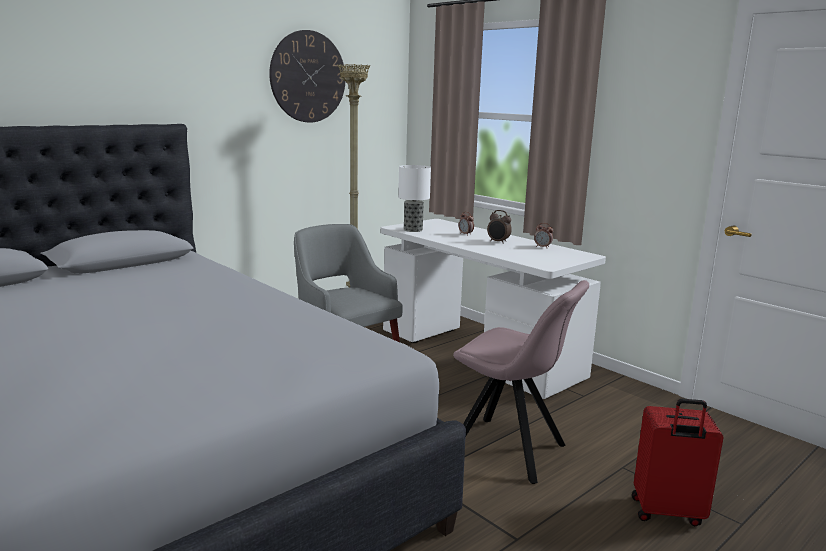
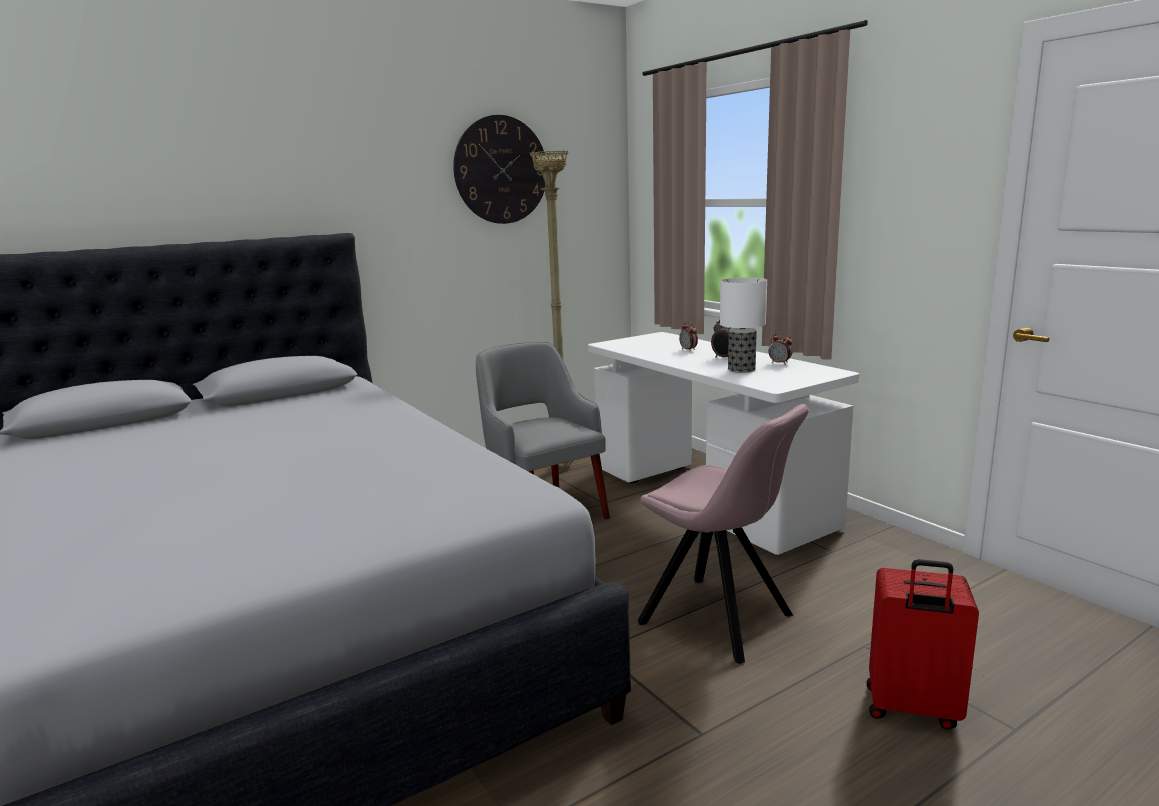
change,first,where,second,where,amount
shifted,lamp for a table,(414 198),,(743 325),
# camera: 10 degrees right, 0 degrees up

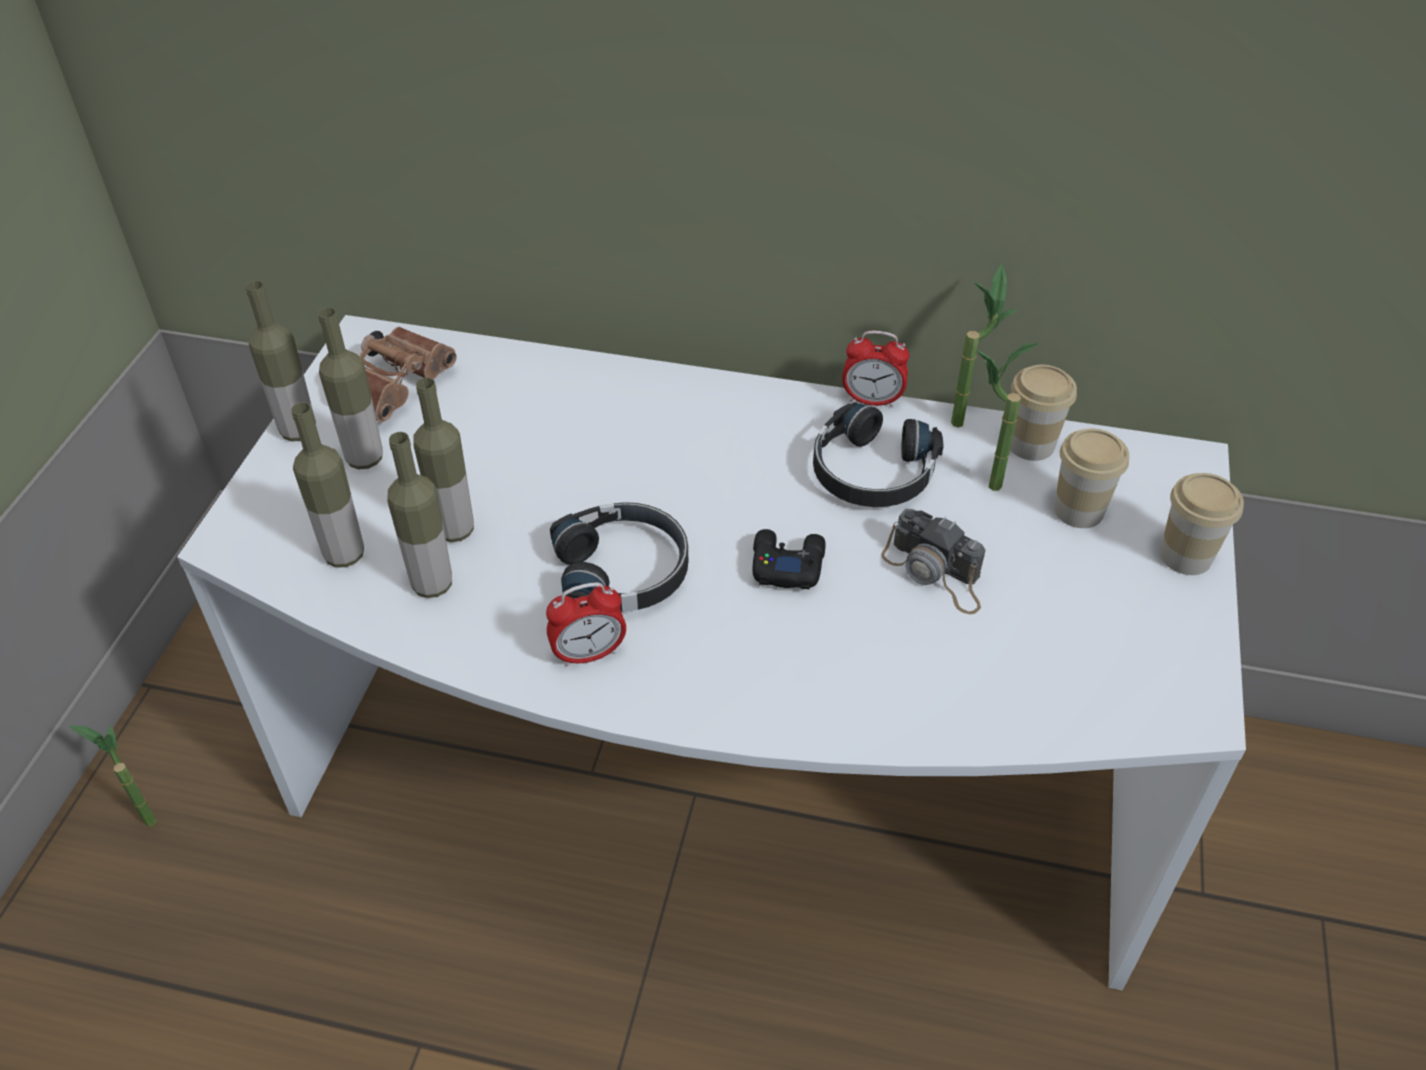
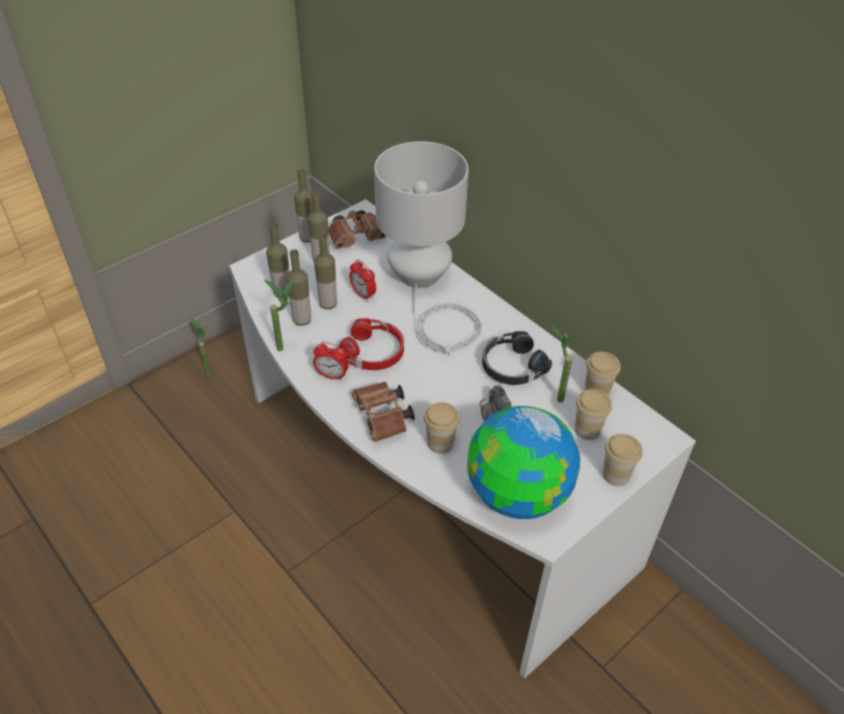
change,first,where,second,where,amount
shifted,houseplant,(984 345),,(279 315),
repainted,headset (black),(619 557),headset (red-coloured),(371 344),
shifted,table clock,(875 369),,(362 280),
new,,,binoculars (brownish),(383 412),
new,,,lamp for a table (white),(428 248),
new,,,cup,(442 428),
new,,,globe,(523 462),
gone,gamepad (black),(789 559),,,
# camera: 35 degrees right, 0 degrees up

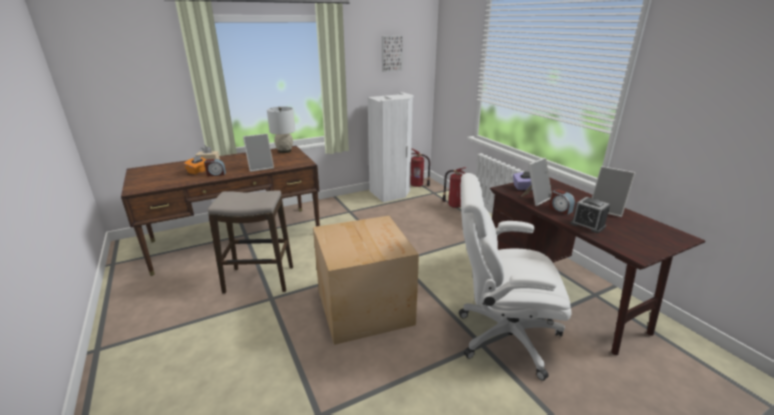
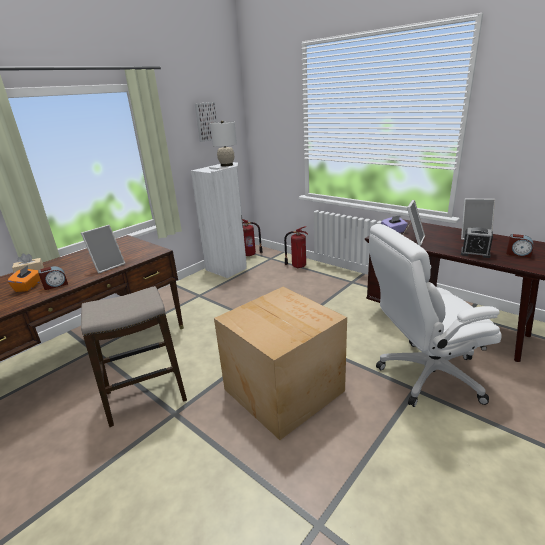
change,first,where,second,where,amount
shifted,lamp for a table (white),(281 130),,(223 143),
shifted,table clock,(562 202),,(519 246),
# camera: 20 degrees left, 0 degrees up

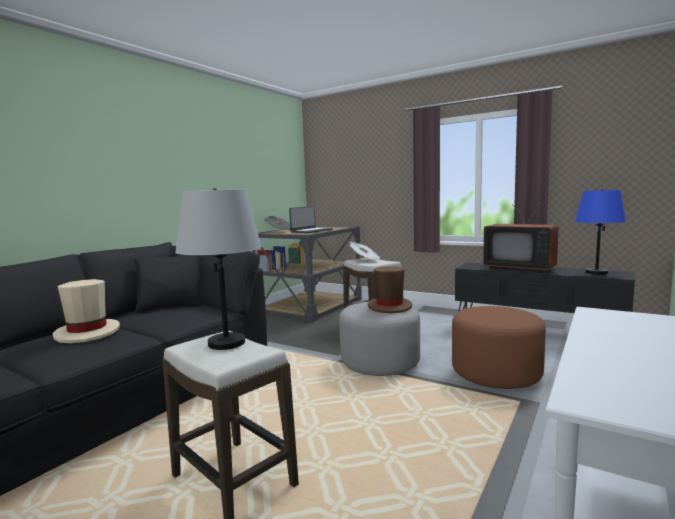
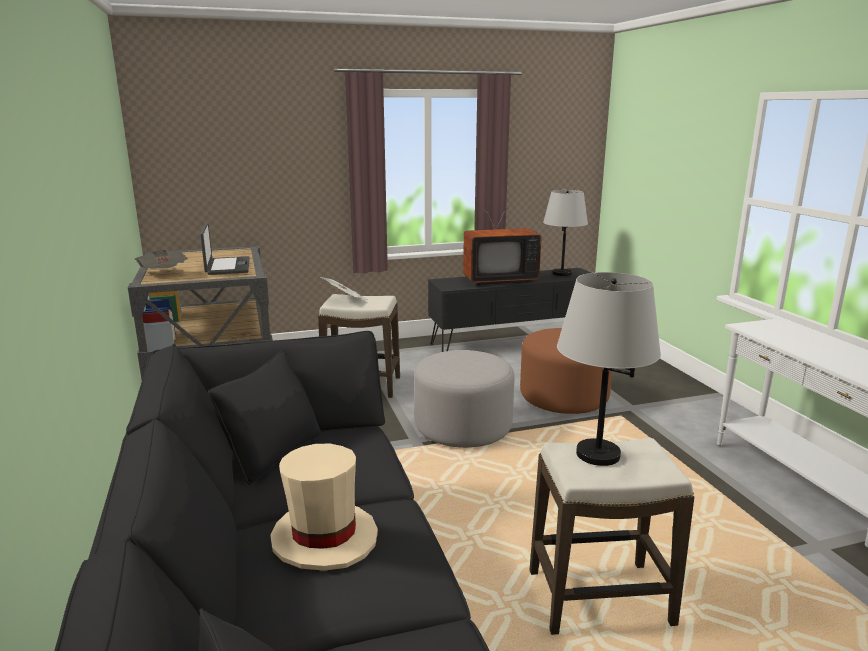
change,first,where,second,where,amount
repainted,lamp for a table (bluish),(600 231),lamp for a table (grey),(565 233),
gone,hat (brownish),(390 289),,,
# camera: 50 degrees left, 10 degrees up

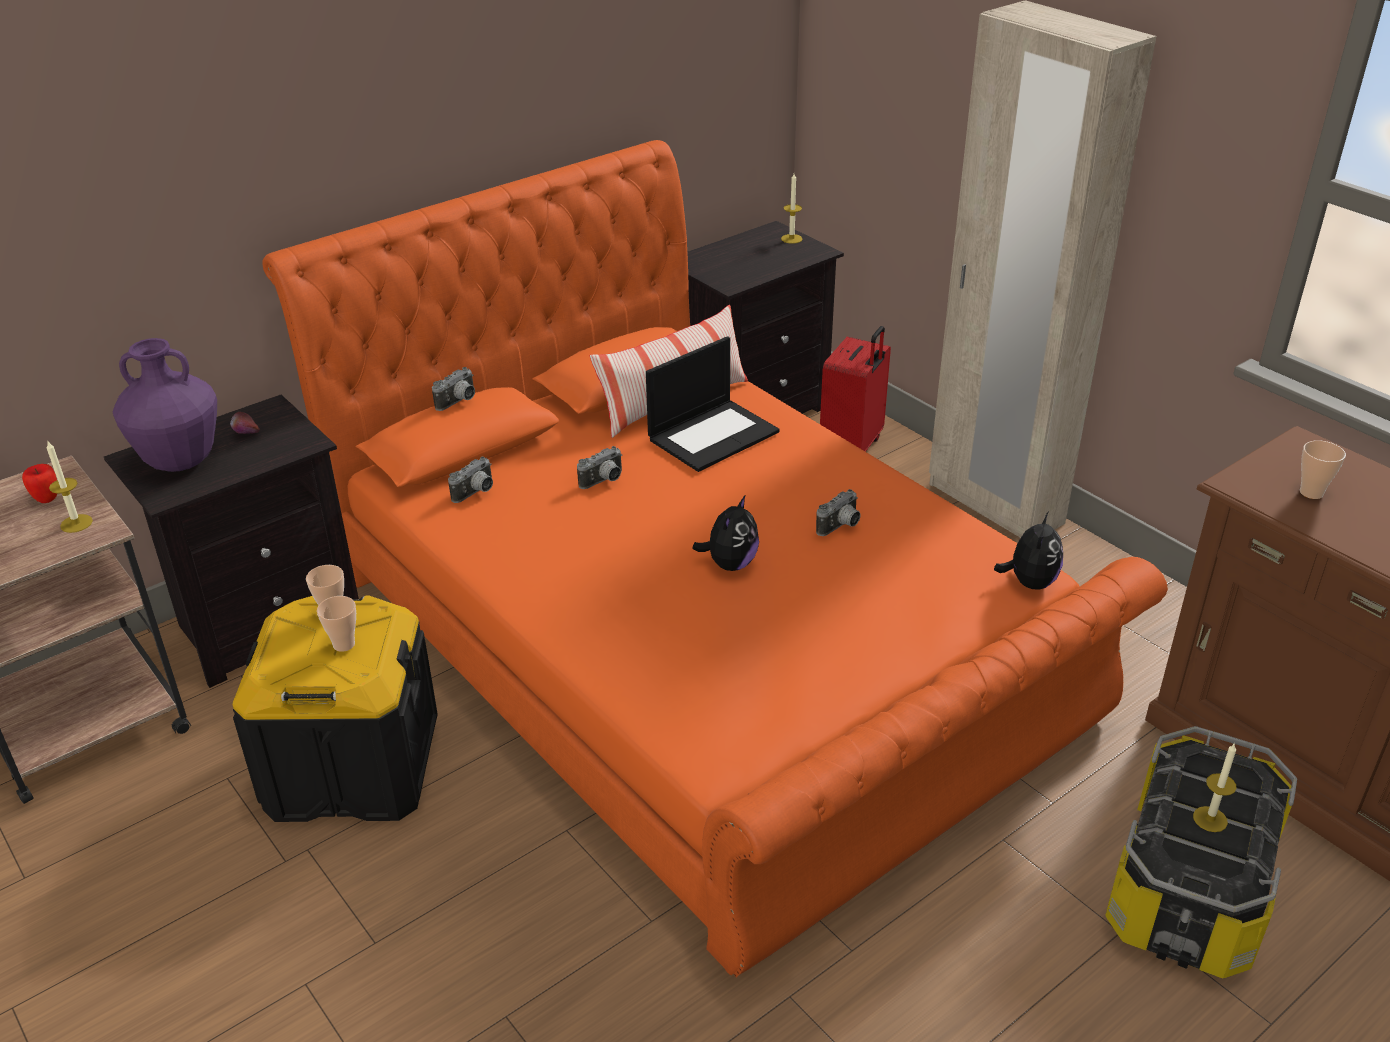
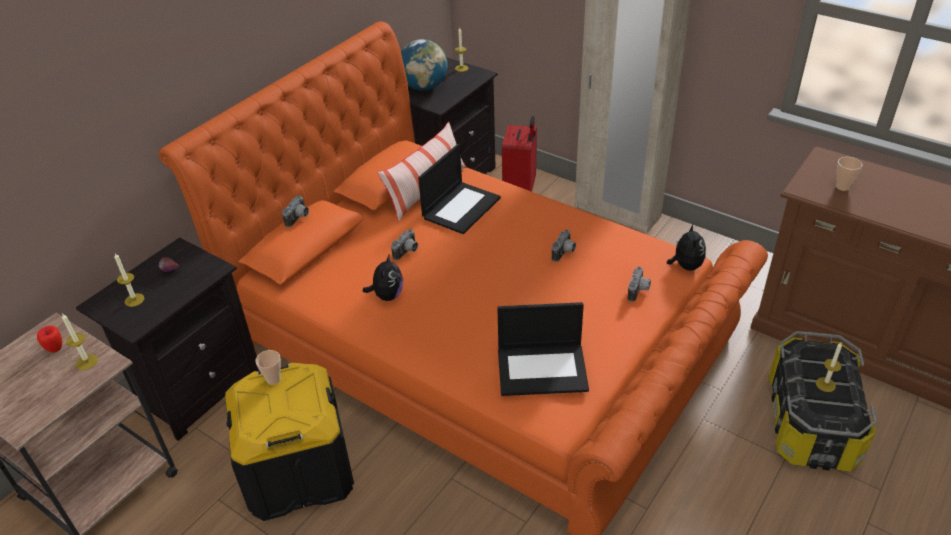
change,first,where,second,where,amount
swapped,vase (purple),(164 405),candle,(129 280),
shifted,cuddly toy,(726 533),,(383 277),
new,,,globe,(424 64),
new,,,laptop,(543 349),
shifted,photo camera,(470 480),,(639 284),
gone,cup,(336 624),,,
# camera: 15 degrees left, 5 degrees up

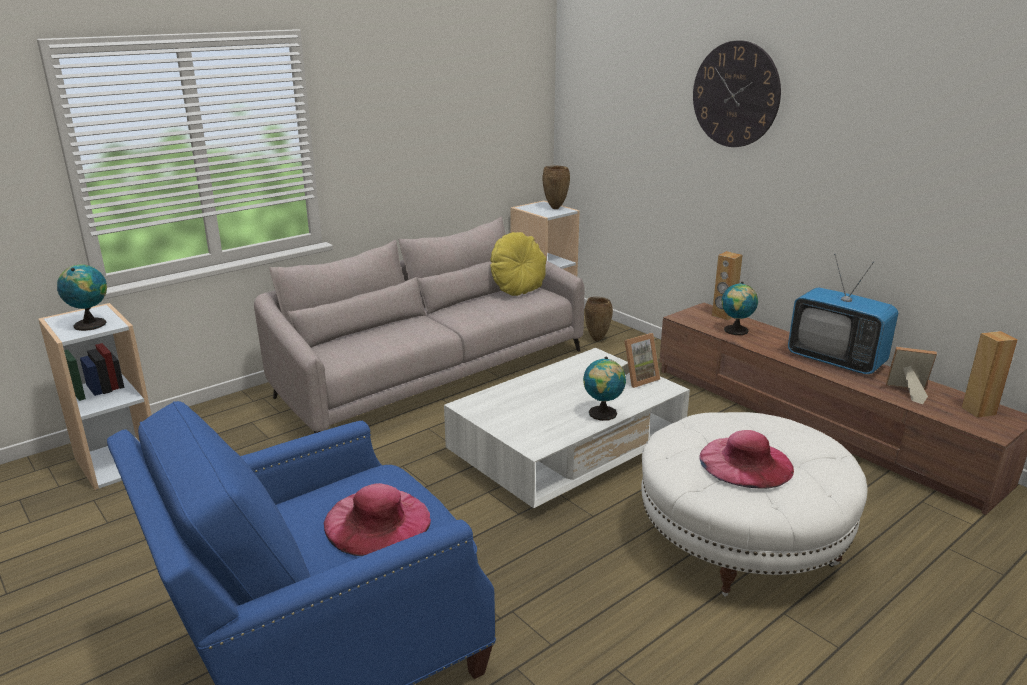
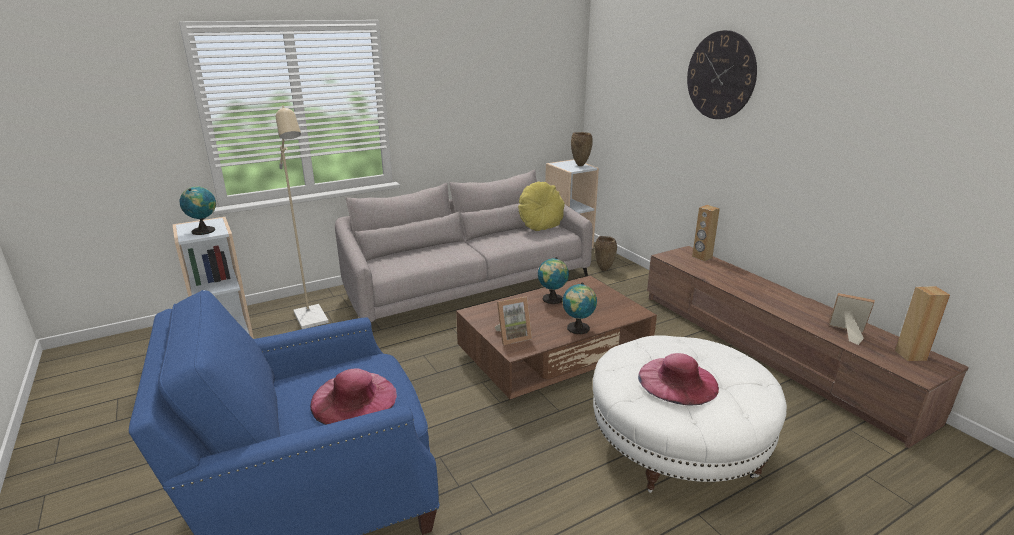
change,first,where,second,where,amount
new,,,standing lamp (sand-coloured),(302 217),
repainted,coffee table (white),(567 428),coffee table (brownish),(556 337),
shifted,photo frame,(640 360),,(513 321),
shifted,globe,(740 308),,(553 280),
gone,TV,(843 314),,,
# camera: 10 degrees right, 0 degrees up

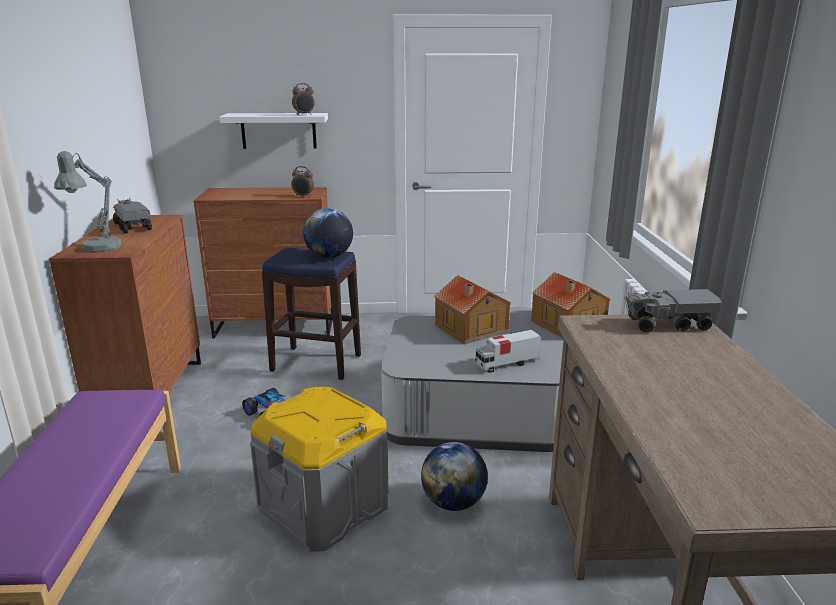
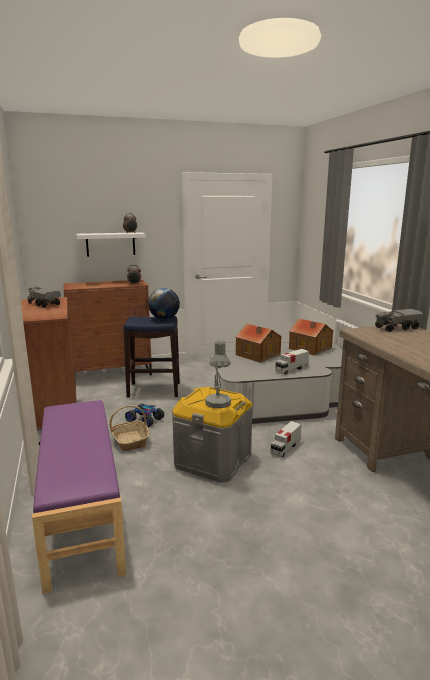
change,first,where,second,where,amount
new,,,storage basket,(129 428),
shifted,lamp for a table (grey),(88 202),,(218 373),
swapped,globe,(454 476),model truck,(285 439),
# camera: 15 degrees left, 5 degrees down

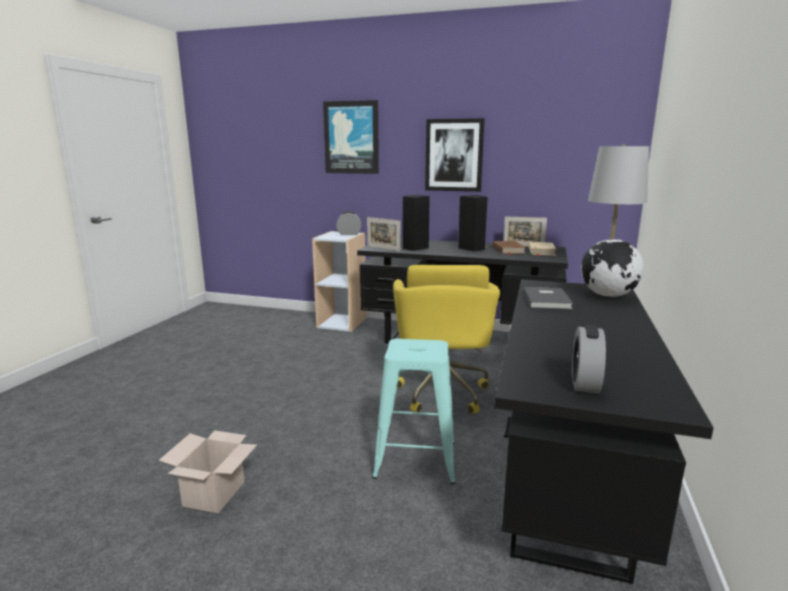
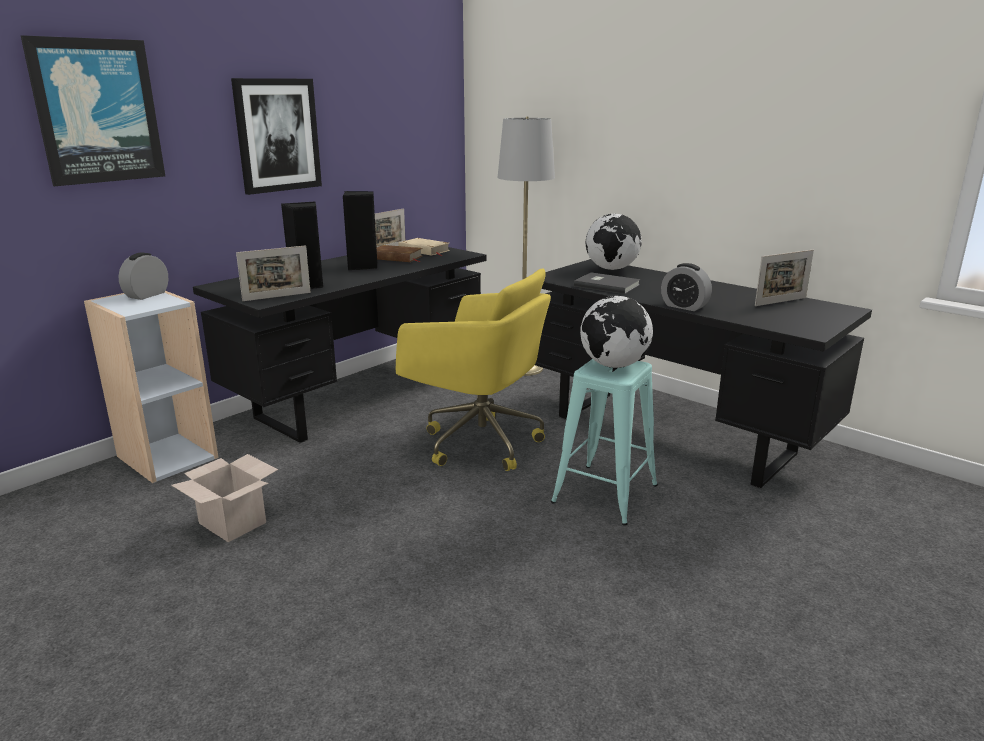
change,first,where,second,where,amount
shifted,cardboard box,(208 471),,(224 498),
new,,,globe,(616 332),
shifted,table clock,(589 358),,(686 287),
new,,,photo frame,(784 278),
# camera: 65 degrees left, 5 degrees up

